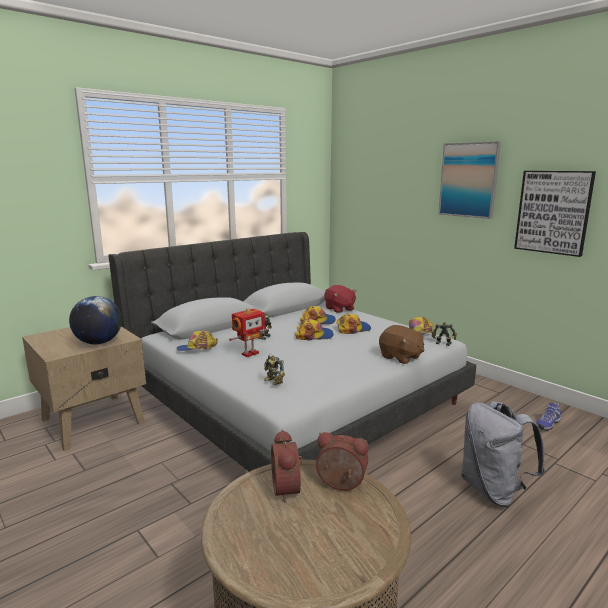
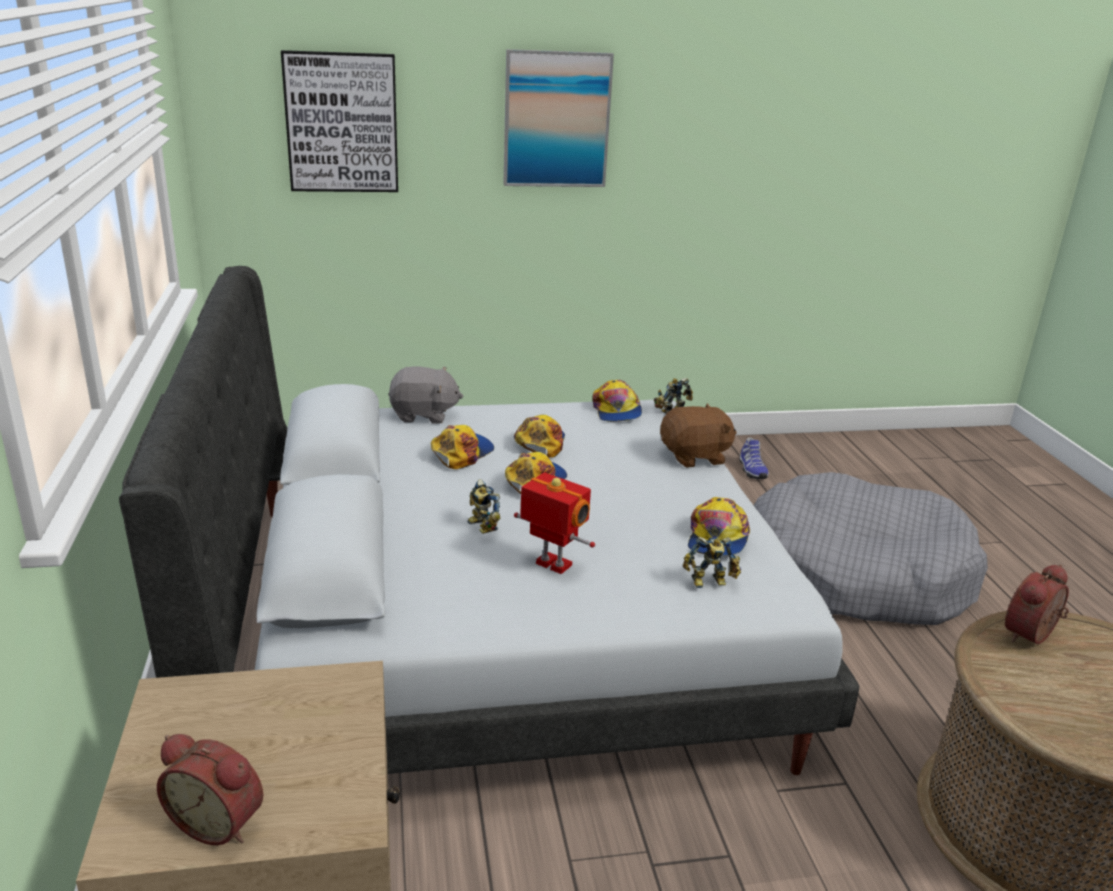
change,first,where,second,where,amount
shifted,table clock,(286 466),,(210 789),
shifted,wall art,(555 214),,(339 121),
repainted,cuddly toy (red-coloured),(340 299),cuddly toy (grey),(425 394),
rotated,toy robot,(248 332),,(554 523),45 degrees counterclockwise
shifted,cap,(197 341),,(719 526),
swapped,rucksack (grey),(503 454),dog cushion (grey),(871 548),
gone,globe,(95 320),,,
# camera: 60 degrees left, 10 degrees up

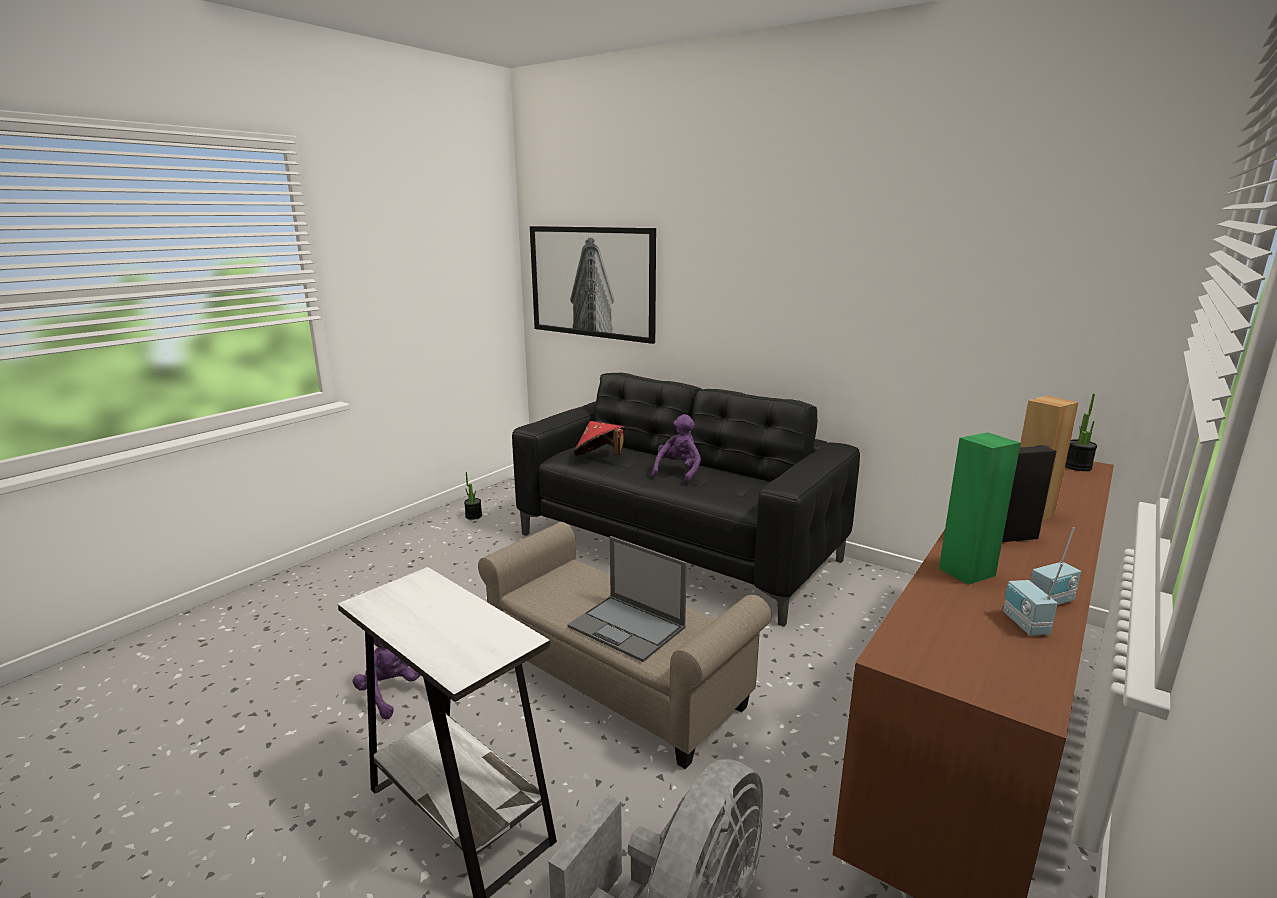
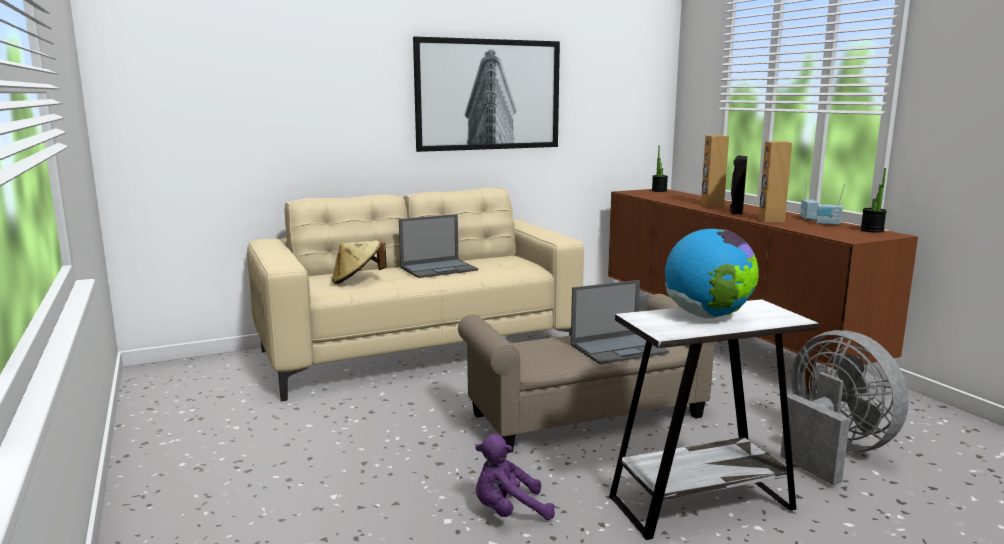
change,first,where,second,where,amount
repainted,sofa (black),(686 500),sofa (sand-coloured),(415 295),
repainted,hat (red-coloured),(600 438),hat (sand-coloured),(359 262),
swapped,cuddly toy (purple),(676 449),laptop,(438 246),
shifted,wall art,(593 285),,(486 94),
new,,,globe,(712 273),
repainted,loudspeaker (green),(980 508),loudspeaker (brownish),(775 182),
shifted,houseplant,(473 496),,(873 200),
# camera: 60 degrees left, 5 degrees down

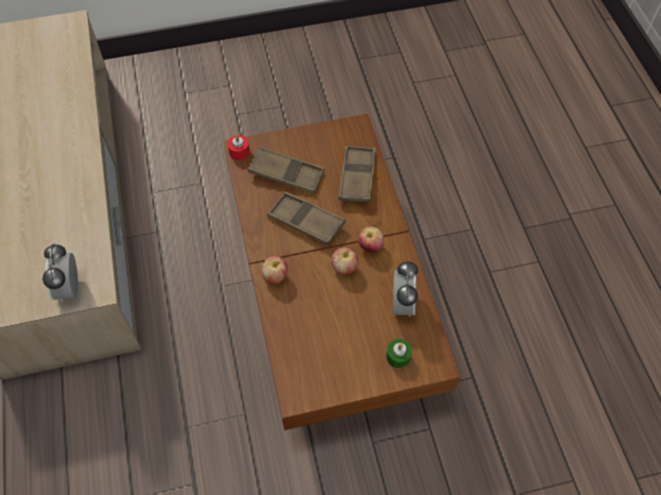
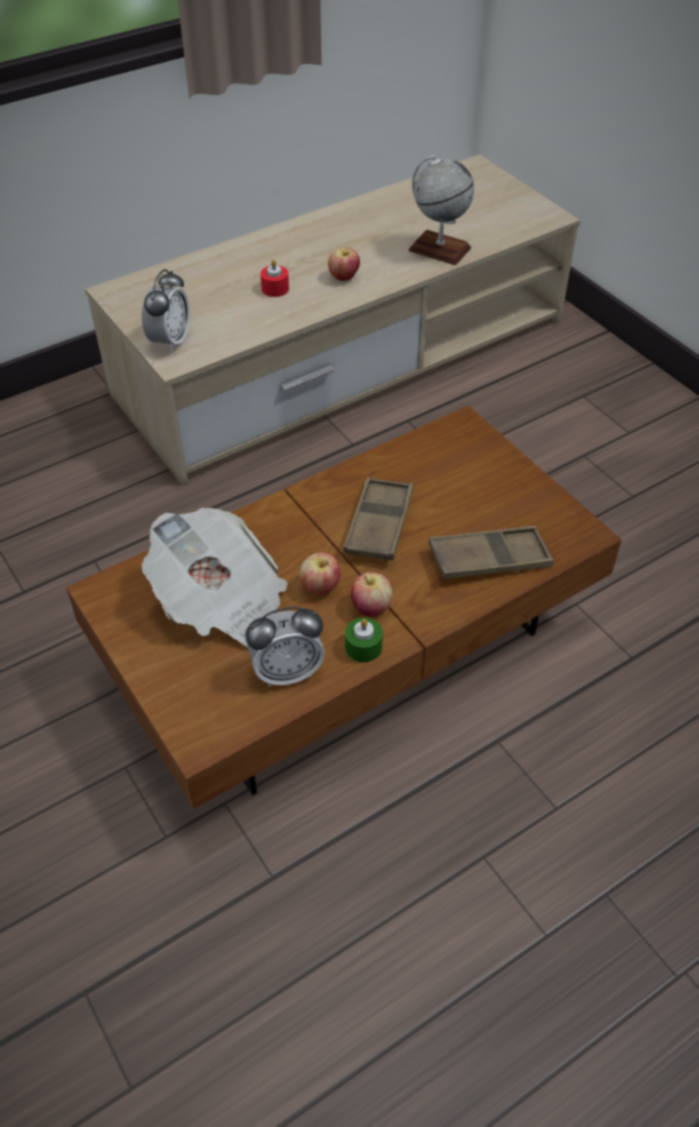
change,first,where,second,where,amount
new,,,newspaper,(214 577),
rotated,table clock,(60 272),,(166 310),135 degrees clockwise
shifted,candle (red-coloured),(239 147),,(274 278),
shifted,whole apple,(274 270),,(344 264),
shifted,candle (green),(399 353),,(364 640),
new,,,globe,(441 210),
gone,serving tray (brownish),(286 170),,,
# camera: 70 degrees right, 10 degrees down

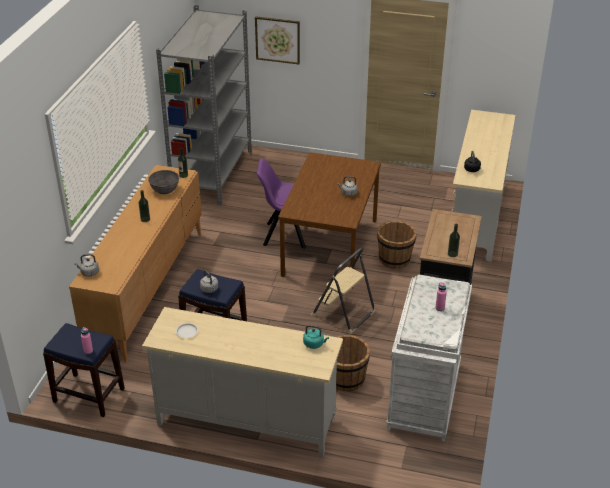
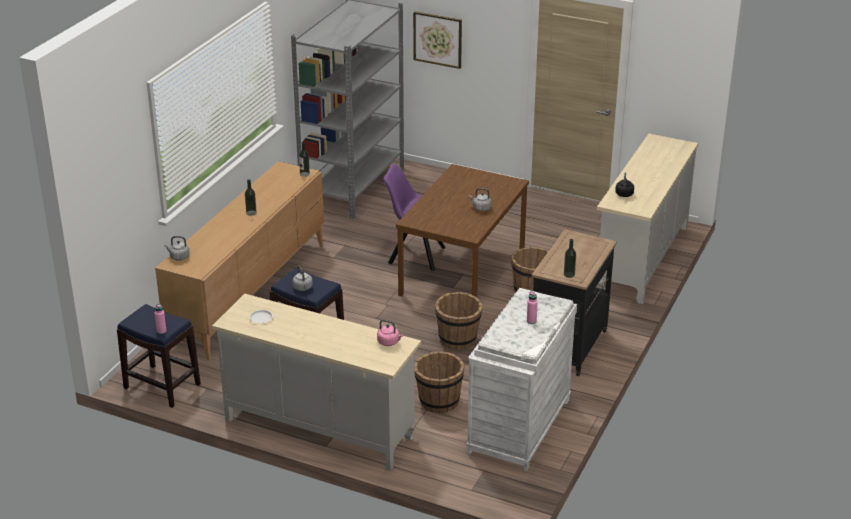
change,first,where,second,where,amount
repainted,kettle (turquoise),(316 337),kettle (pink),(390 333),
swapped,step ladder (sand-coloured),(343 290),bucket (brownish),(459 321),
gone,bowl (grey),(163 182),,,
# camera: 10 degrees right, 5 degrees down

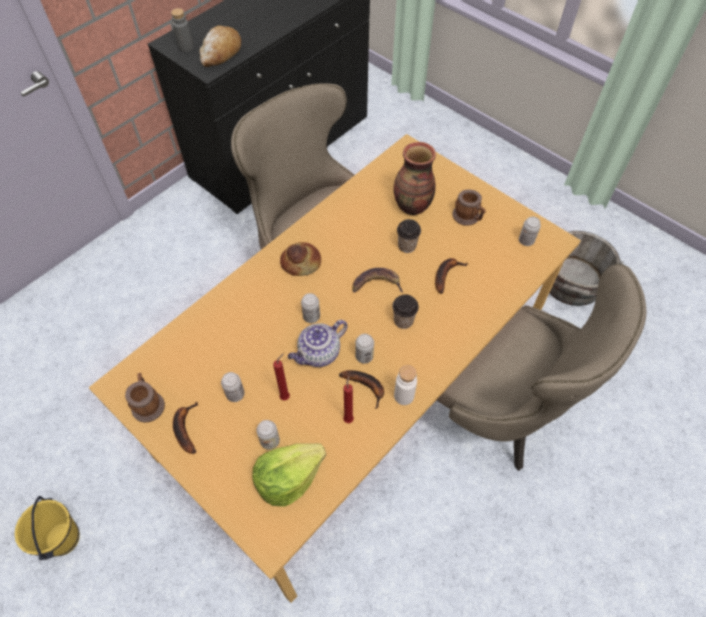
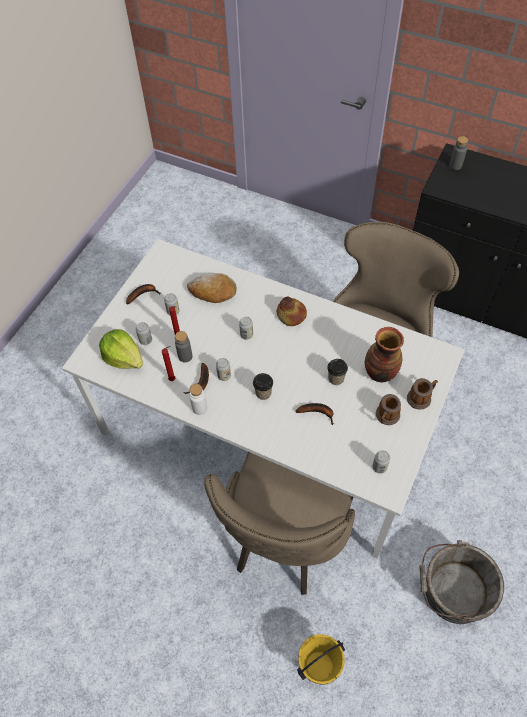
change,first,where,second,where,amount
repainted,dining table (orange-coloured),(335 368),dining table (white),(263 398),
new,,,beverage bottle (grey),(184 347),
shifted,bread,(220 46),,(211 288),
shifted,bucket (yellowish),(47 528),,(321 659),
shifted,tea mug,(145 397),,(422 394),
gone,pot for tea,(317 343),,,
gone,whole banana,(377 280),,,
# camera: 75 degrees right, 0 degrees up

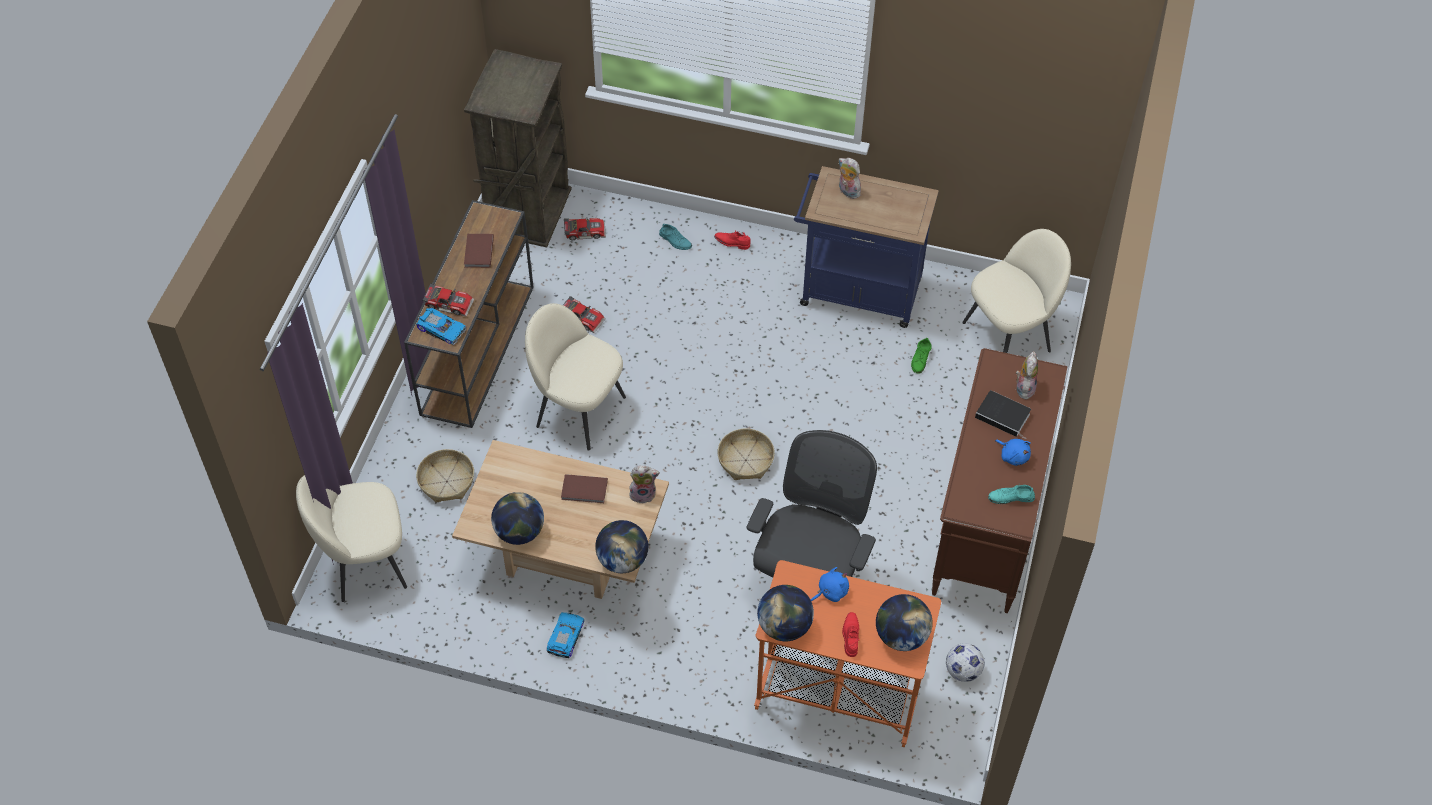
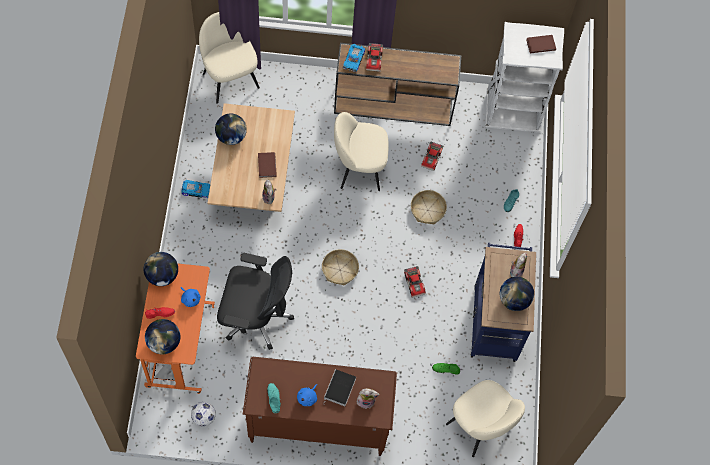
change,first,where,second,where,amount
rotated,plain chair (sand-coloured),(575 377),,(361 151),105 degrees counterclockwise
shifted,toy car,(585 229),,(415 282),
shifted,storage basket,(445 476),,(429 207),
repainted,bookcase (brownish),(518 148),bookcase (white),(524 77),
shifted,globe,(621 546),,(517 294),
shifted,bound book (brownish),(479 251),,(541 44),
# camera: 75 degrees right, 10 degrees up

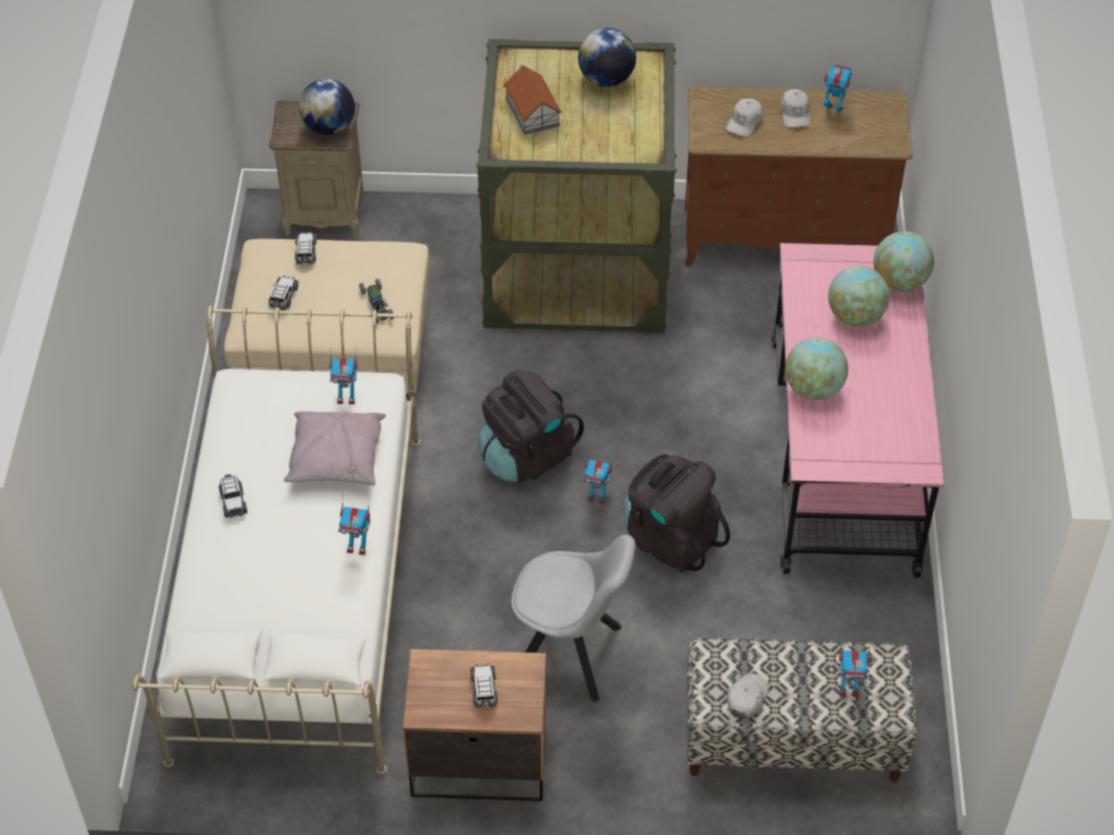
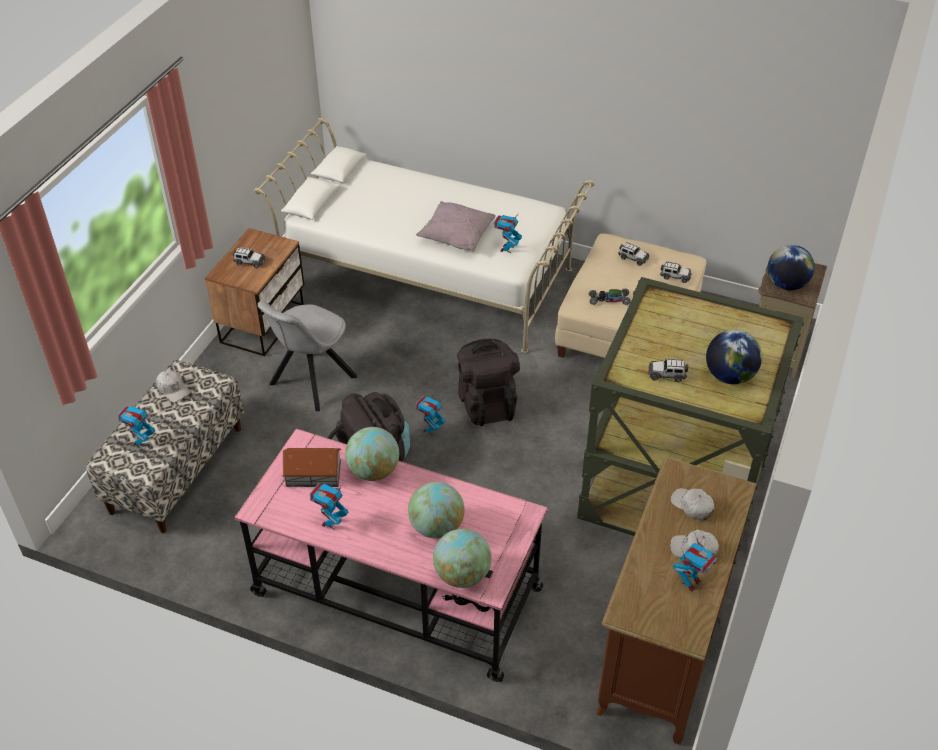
change,first,where,second,where,amount
shifted,miniature house,(533 100),,(311 467),
shifted,toy robot,(354 528),,(329 506),
shifted,toy car,(233 496),,(668 370),
# camera: 110 degrees right, 5 degrees down

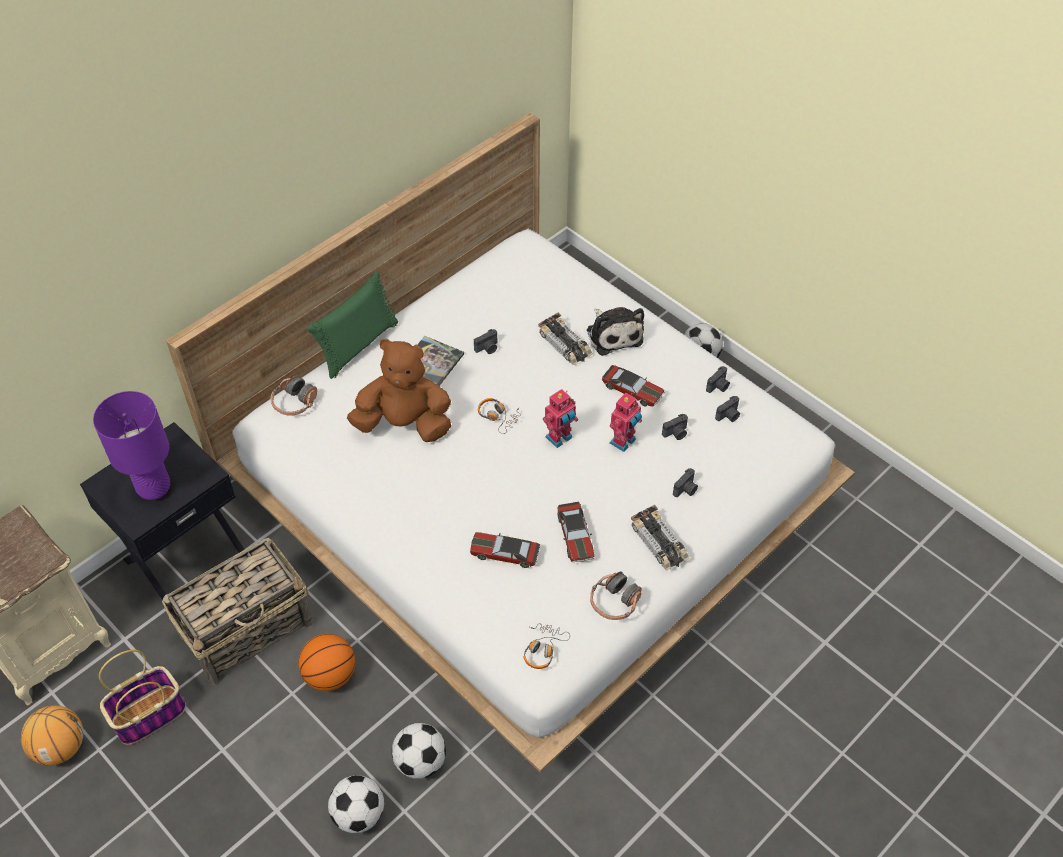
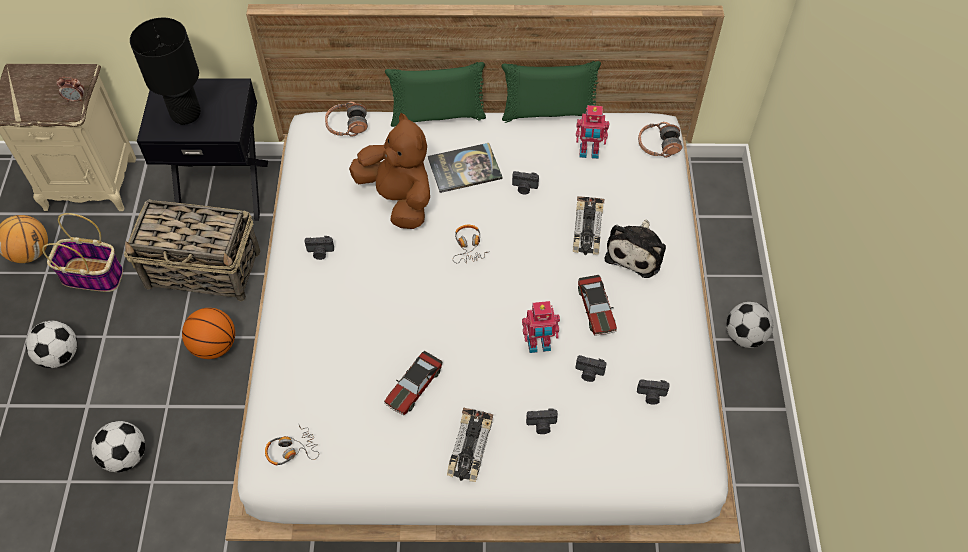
change,first,where,second,where,amount
shifted,football,(419 751),,(51 344),
new,,,table clock,(70 89),
repainted,lamp for a table (purple),(131 445),lamp for a table (black),(165 71),
shifted,photo camera,(718 379),,(319 248),
new,,,pillow (green),(551 92),
shifted,toy robot,(560 418),,(592 132),
shifted,headset,(616 596),,(660 140),
gone,toy car,(505 550),,,
# camera: 45 degrees right, 5 degrees up

